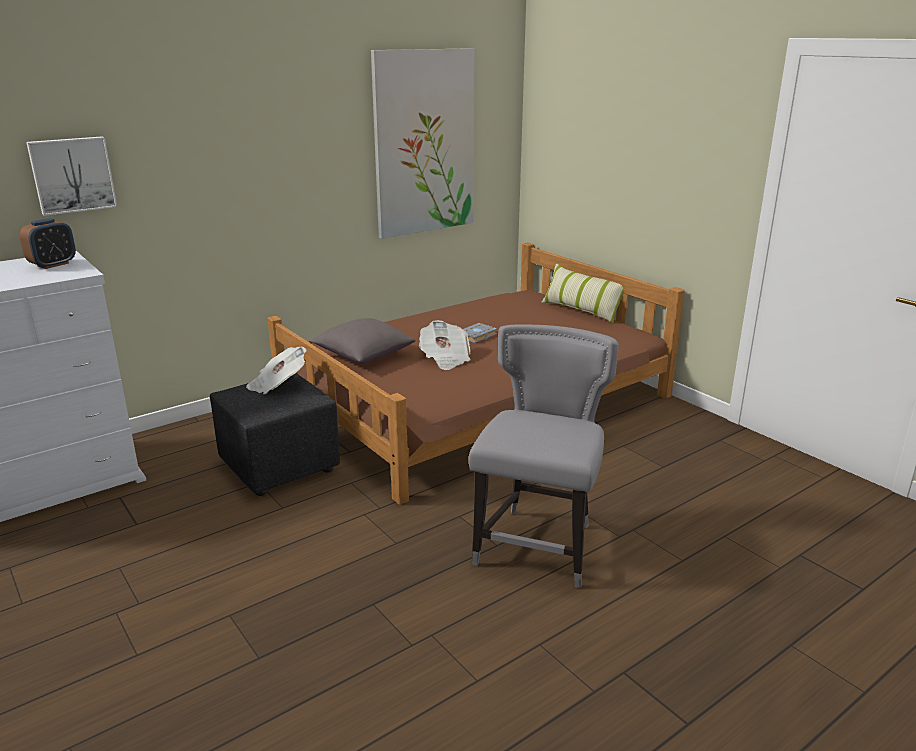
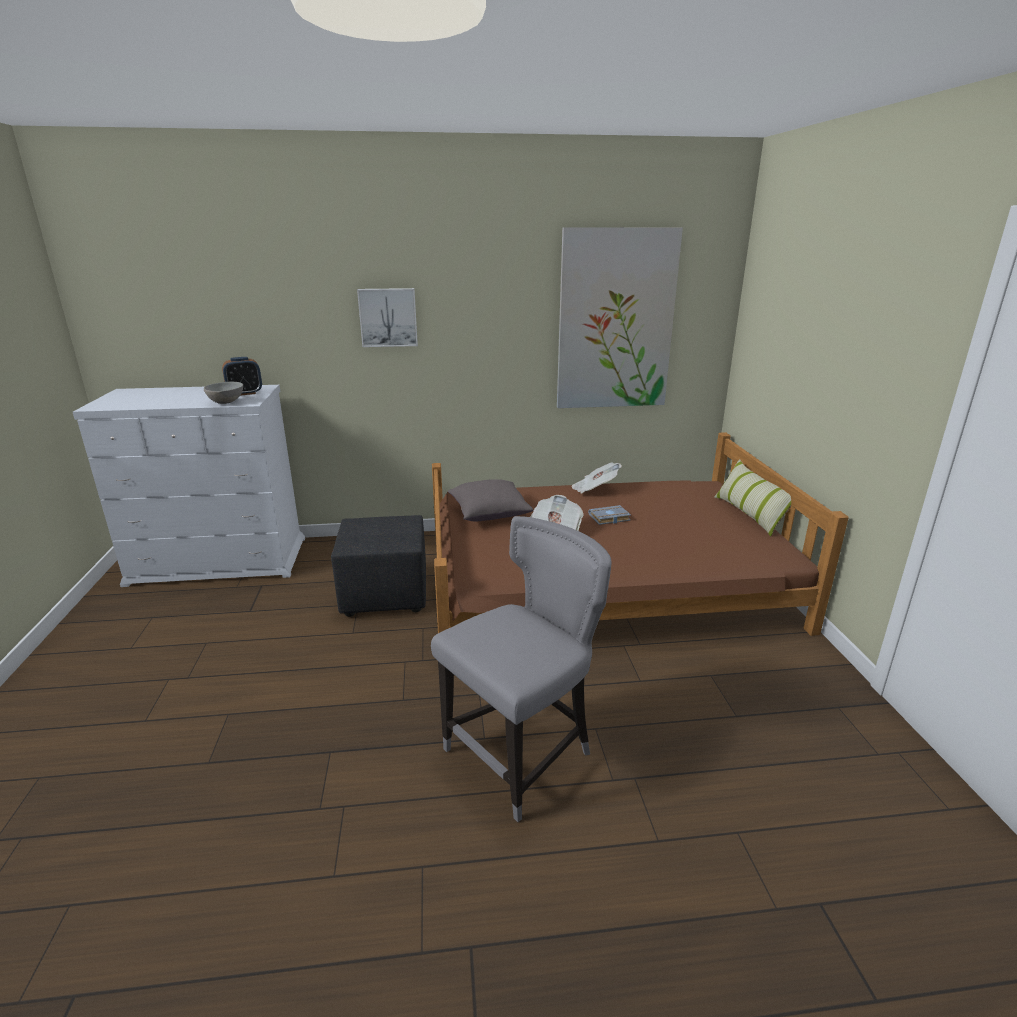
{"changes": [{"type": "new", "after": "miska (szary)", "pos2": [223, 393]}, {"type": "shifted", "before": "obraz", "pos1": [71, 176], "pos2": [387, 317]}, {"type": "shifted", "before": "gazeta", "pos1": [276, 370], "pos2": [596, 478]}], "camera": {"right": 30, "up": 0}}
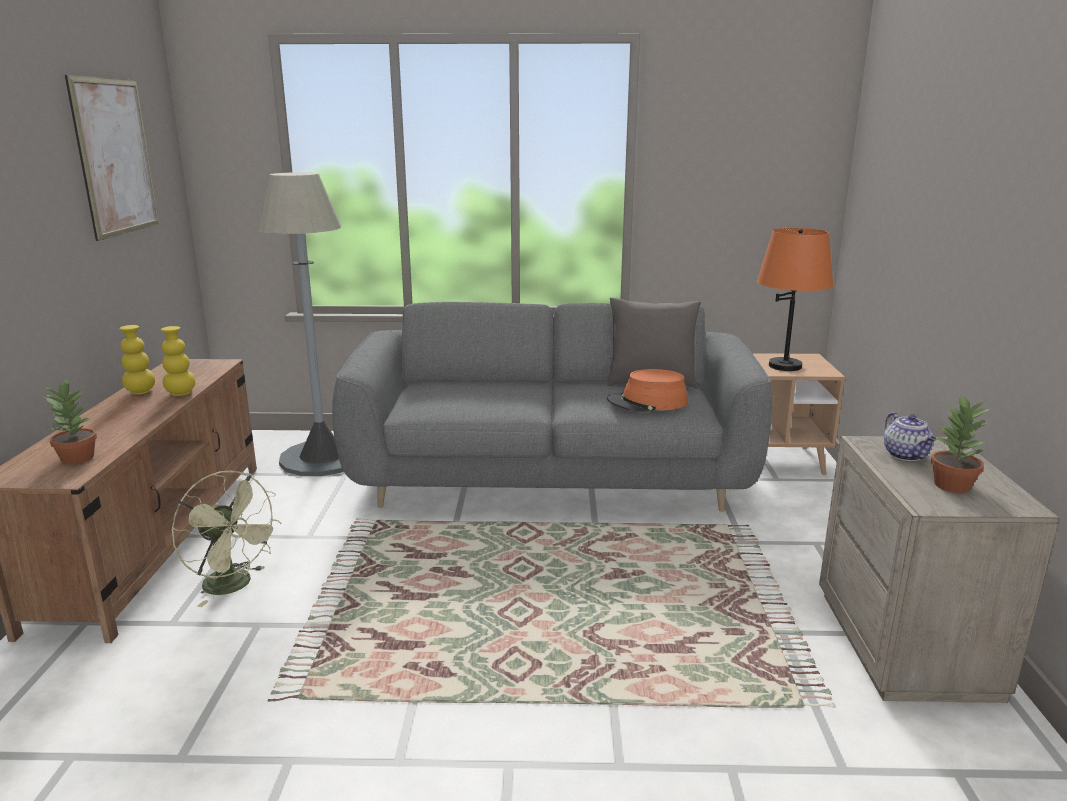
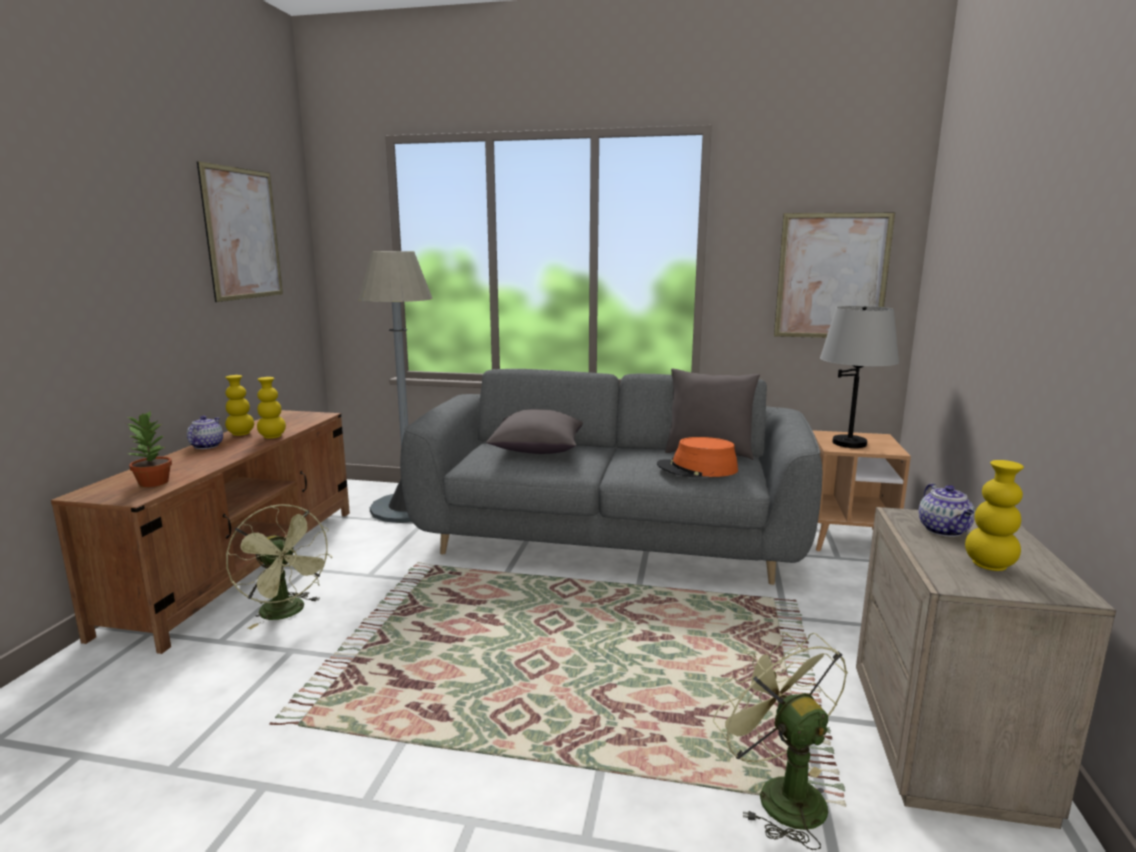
{"changes": [{"type": "new", "after": "imbryk", "pos2": [205, 432]}, {"type": "new", "after": "poduszka (szary)", "pos2": [534, 431]}, {"type": "new", "after": "wentylator (zielony)", "pos2": [780, 741]}, {"type": "new", "after": "obraz", "pos2": [834, 275]}, {"type": "repainted", "before": "lampa stołowa (pomarańczowy)", "after": "lampa stołowa (szary)", "pos1": [795, 299], "pos2": [859, 377]}, {"type": "swapped", "before": "roślina doniczkowa", "after": "wazon (żółty)", "pos1": [961, 443], "pos2": [994, 515]}], "camera": {"right": 10, "up": -5}}
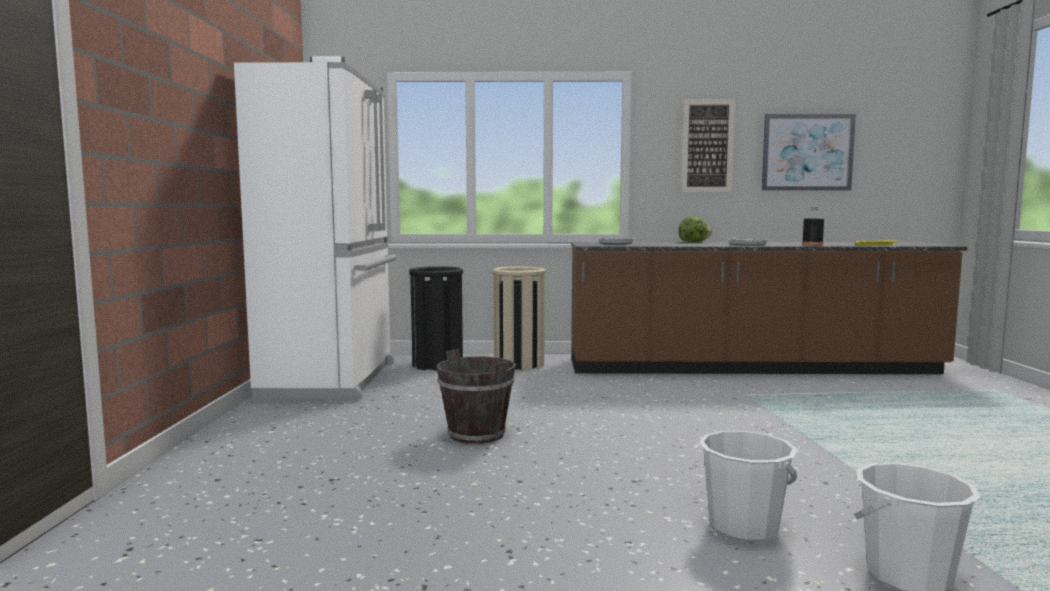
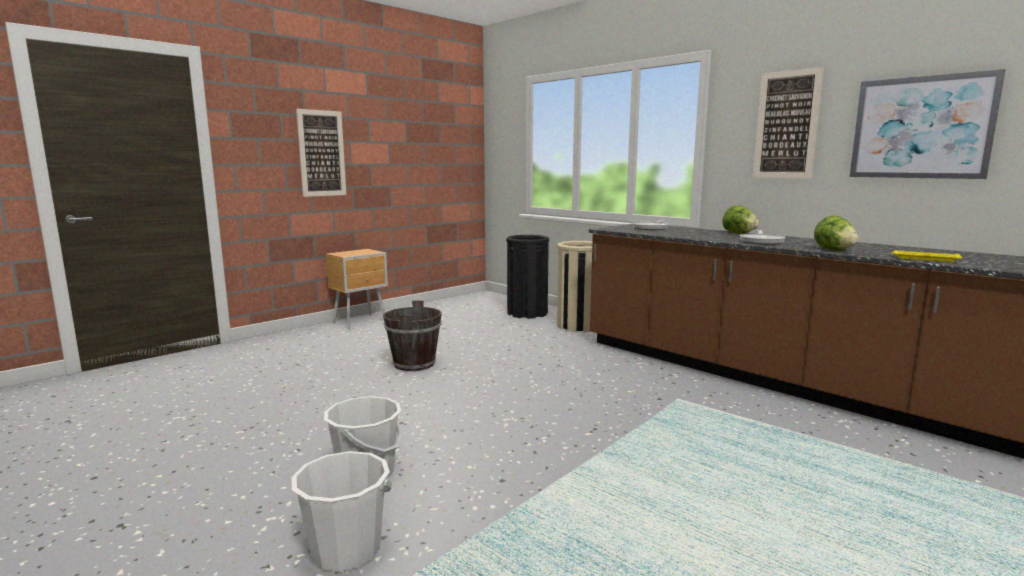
{"changes": [{"type": "new", "after": "obraz", "pos2": [321, 153]}, {"type": "new", "after": "szafka nocna (brązowy)", "pos2": [356, 289]}, {"type": "swapped", "before": "butelka (czarny)", "after": "sałata", "pos1": [813, 226], "pos2": [836, 233]}, {"type": "gone", "before": "lodówka (biały)", "pos1": [315, 228]}], "camera": {"right": 45, "up": 5}}
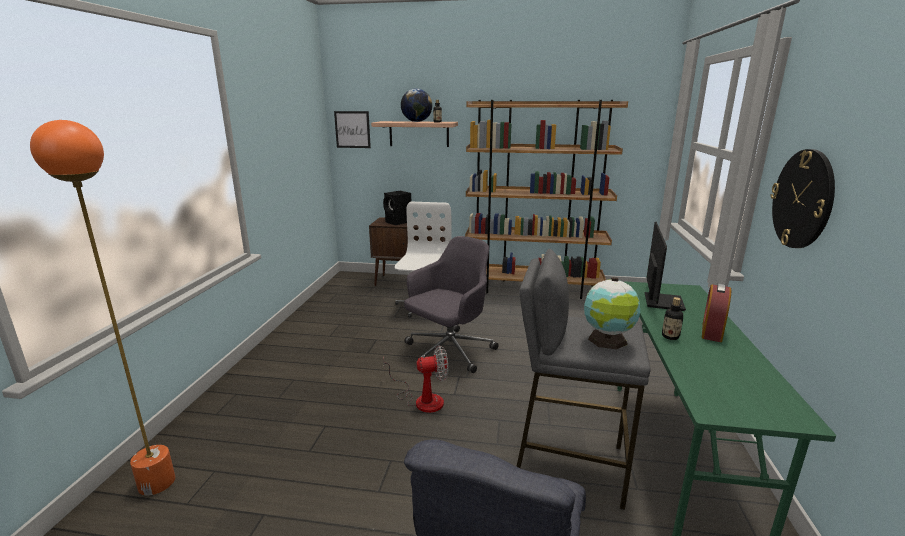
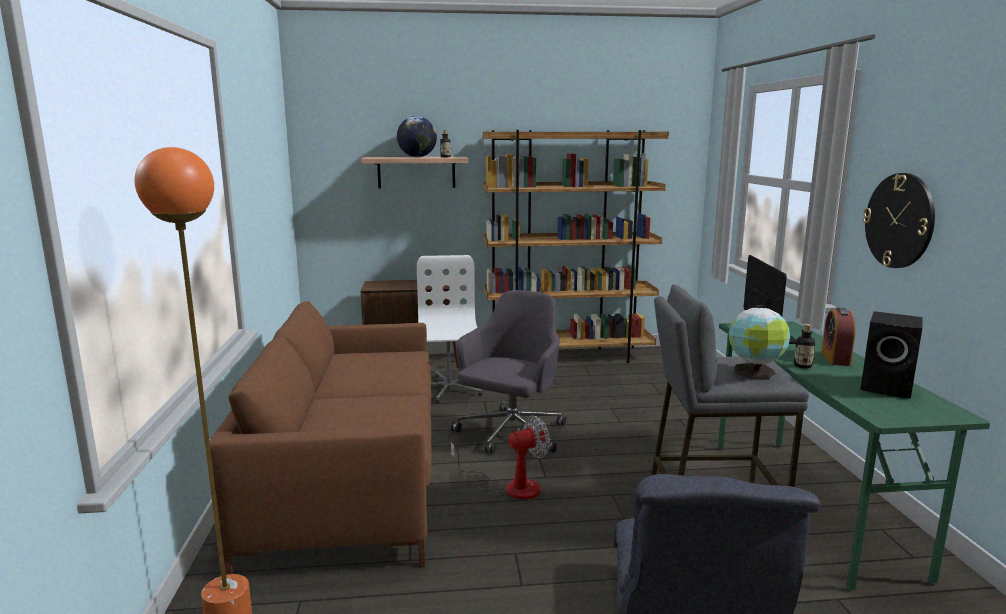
{"changes": [{"type": "new", "after": "kanapa (brązowy)", "pos2": [320, 438]}, {"type": "shifted", "before": "głośnik (czarny)", "pos1": [397, 208], "pos2": [891, 355]}, {"type": "gone", "before": "obraz", "pos1": [352, 129]}], "camera": {"right": -15, "up": -5}}
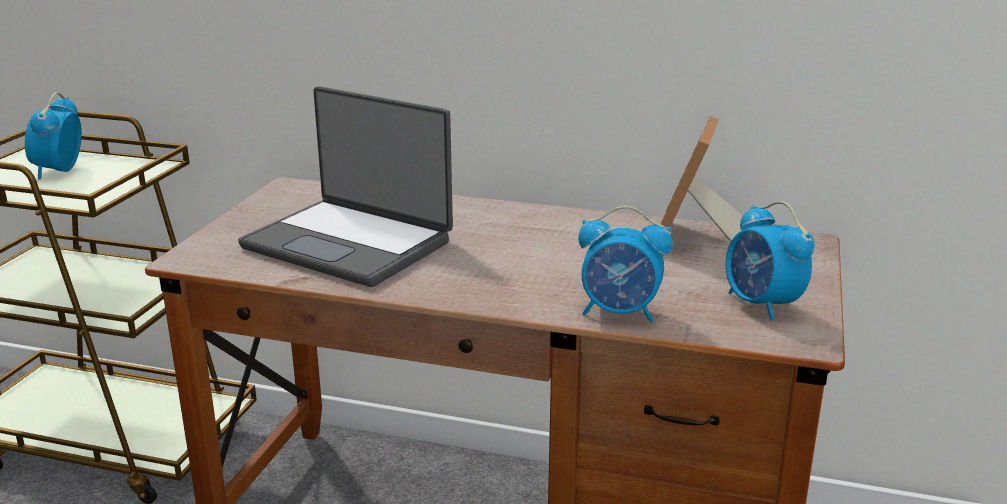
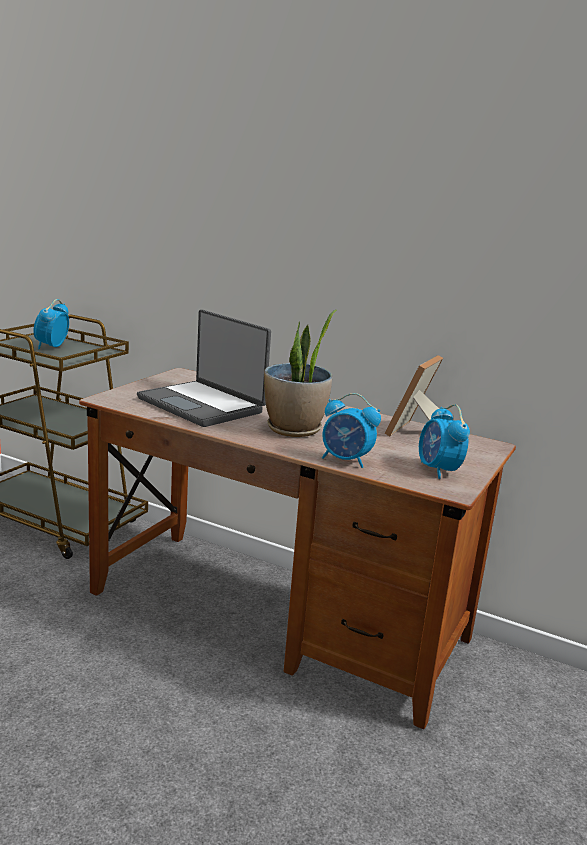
{"changes": [{"type": "new", "after": "roślina doniczkowa", "pos2": [300, 373]}], "camera": {"right": 10, "up": -5}}
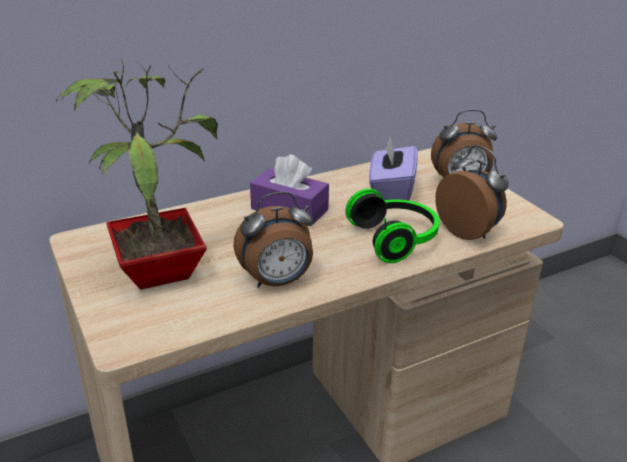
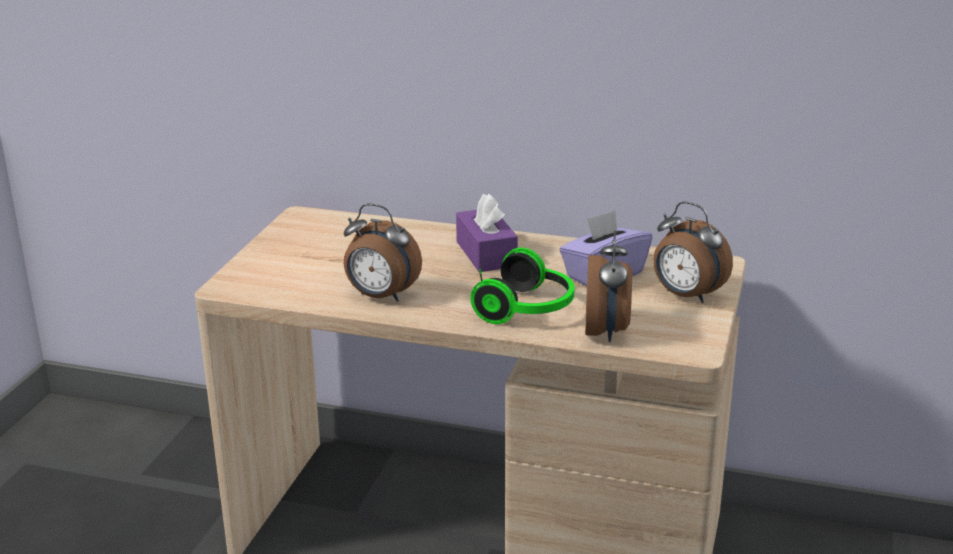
{"changes": [{"type": "gone", "before": "roślina doniczkowa", "pos1": [137, 173]}], "camera": {"right": 45, "up": -5}}
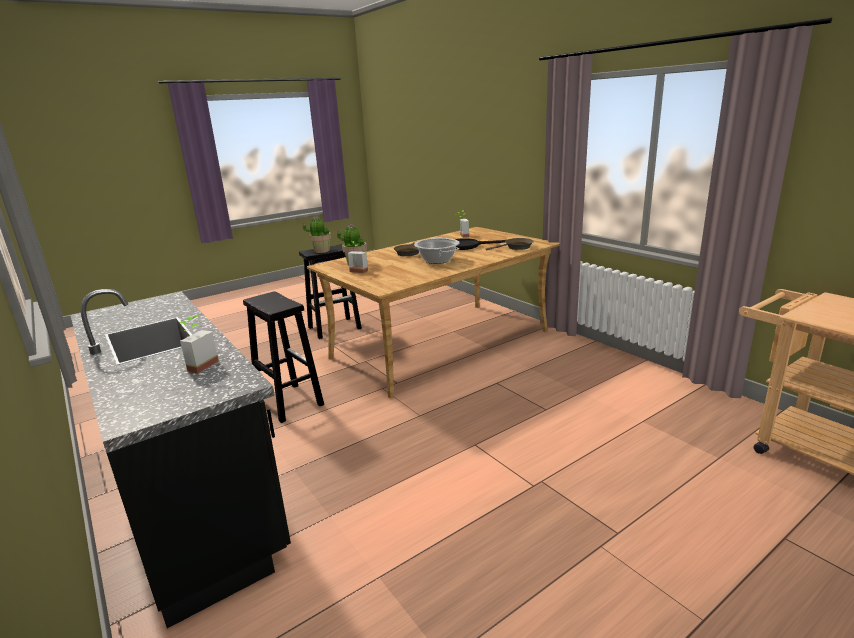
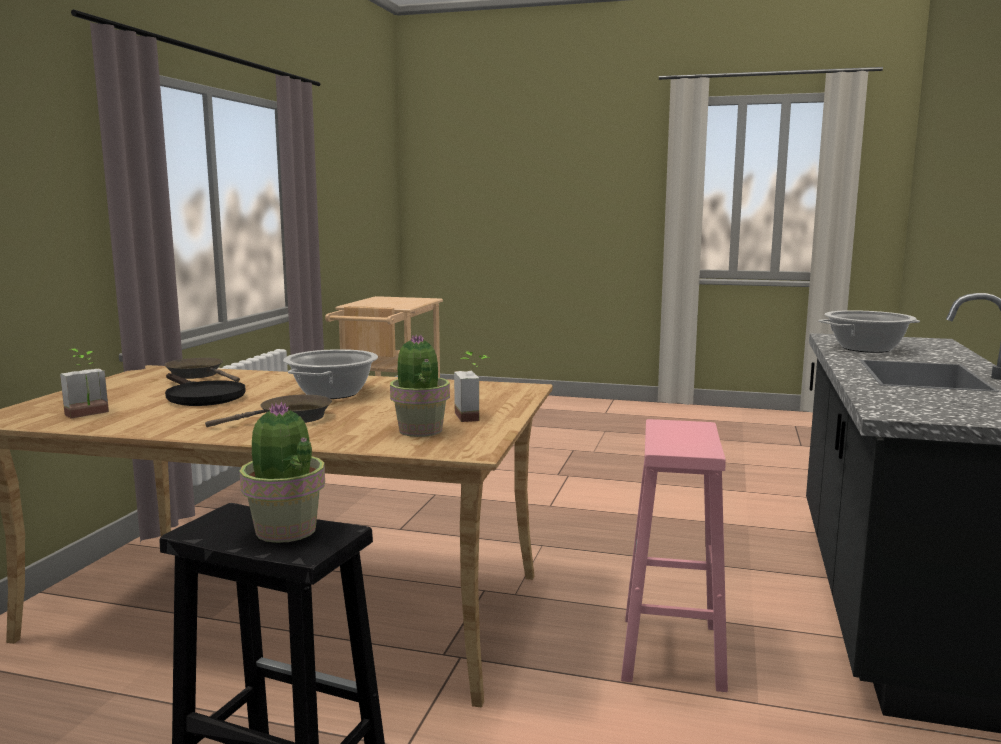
{"changes": [{"type": "repainted", "before": "stołek (czarny)", "after": "stołek (różowy)", "pos1": [283, 357], "pos2": [674, 555]}, {"type": "swapped", "before": "roślina doniczkowa", "after": "garnek", "pos1": [199, 344], "pos2": [869, 331]}], "camera": {"right": -130, "up": -10}}
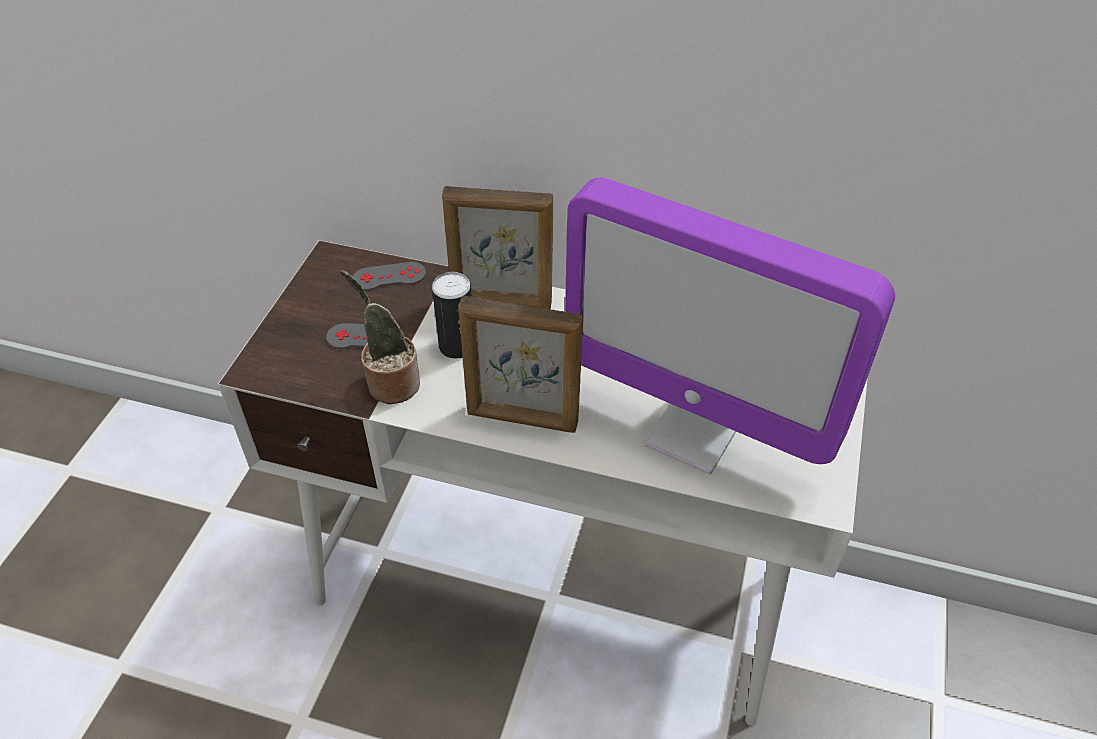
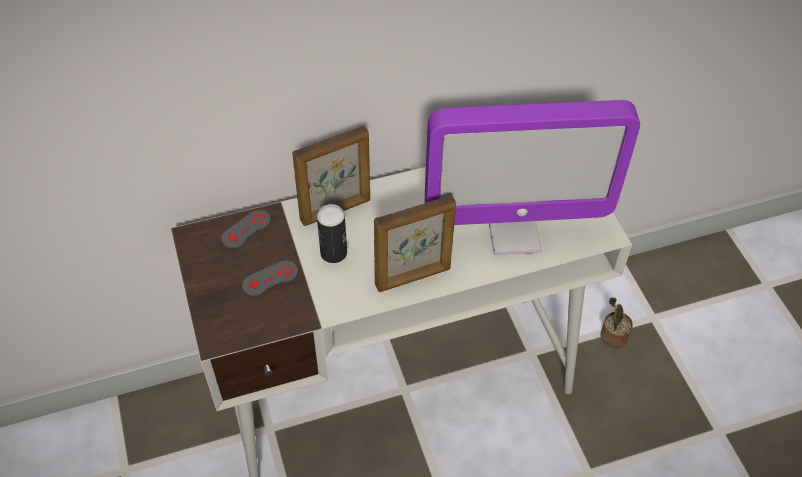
{"changes": [{"type": "shifted", "before": "roślina doniczkowa", "pos1": [380, 337], "pos2": [616, 323]}], "camera": {"right": -35, "up": 5}}
